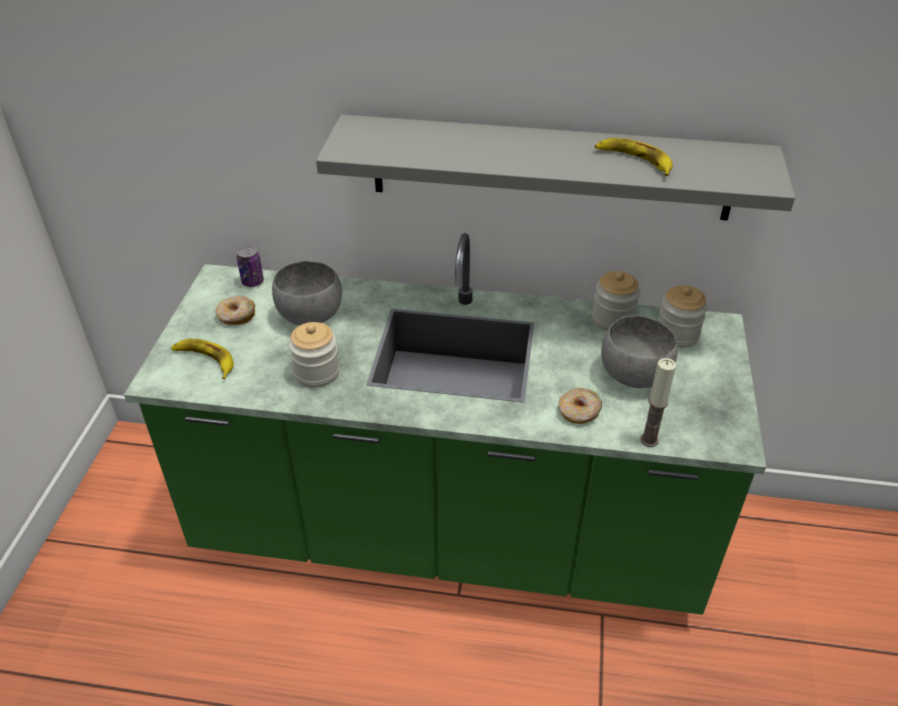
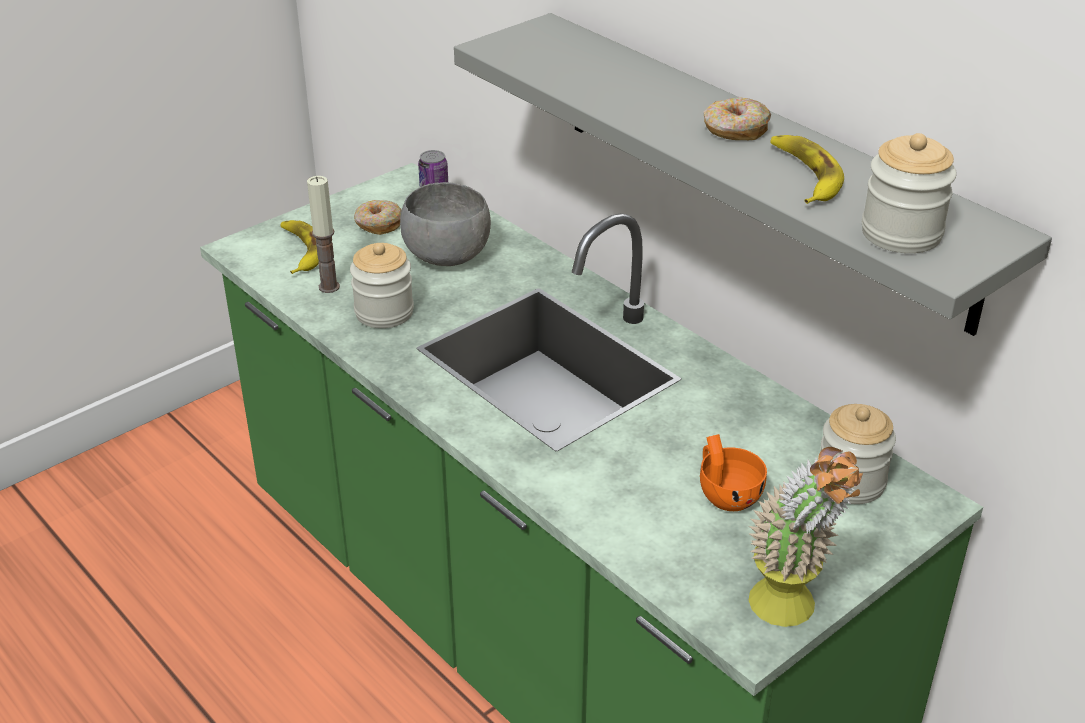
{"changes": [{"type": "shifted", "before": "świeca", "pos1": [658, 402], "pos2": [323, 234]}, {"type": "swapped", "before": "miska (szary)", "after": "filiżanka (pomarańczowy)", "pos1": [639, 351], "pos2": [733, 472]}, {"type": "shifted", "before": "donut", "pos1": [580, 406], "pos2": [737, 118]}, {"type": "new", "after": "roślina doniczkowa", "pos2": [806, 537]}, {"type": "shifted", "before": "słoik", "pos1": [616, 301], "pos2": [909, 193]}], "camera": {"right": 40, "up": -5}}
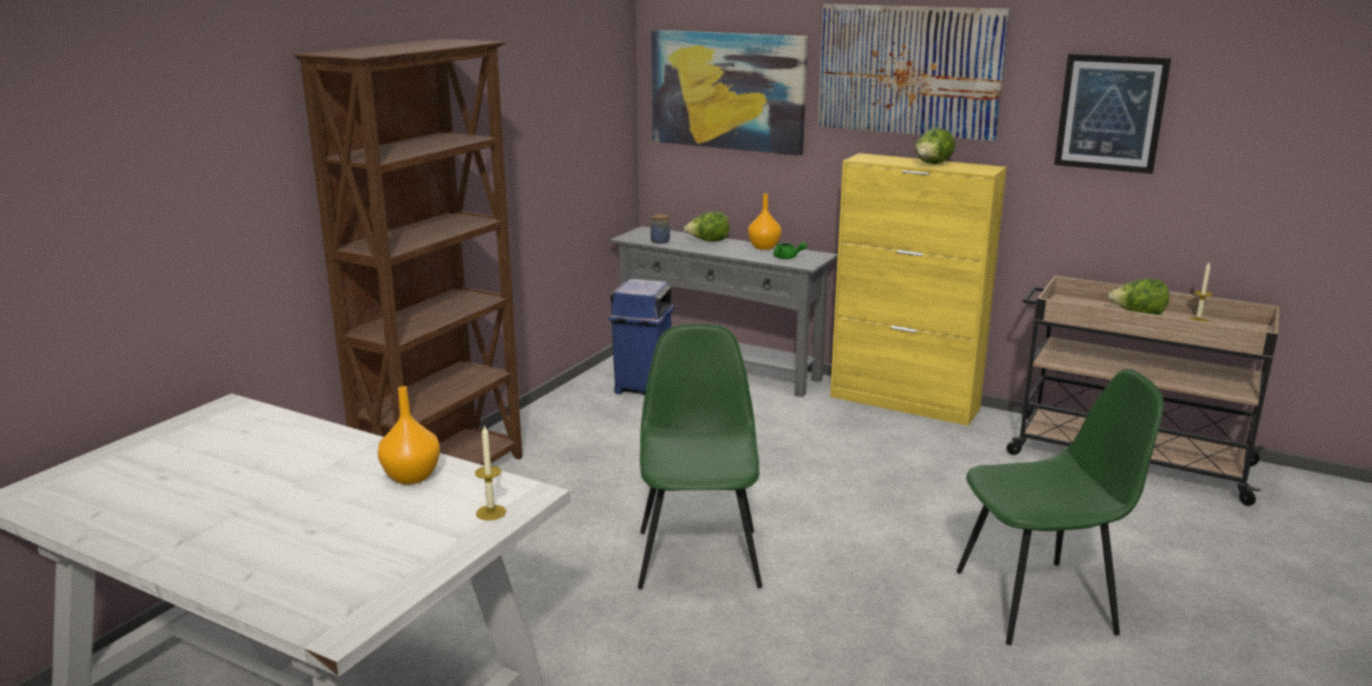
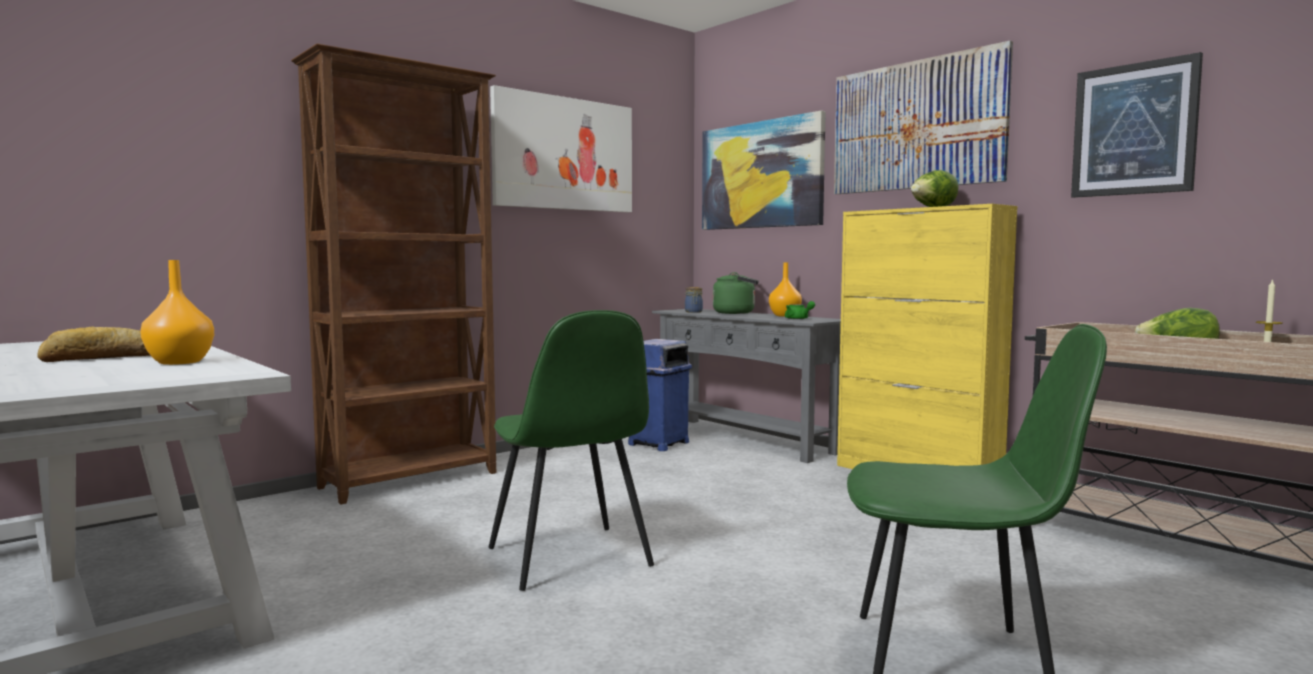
{"changes": [{"type": "new", "after": "chleb", "pos2": [94, 344]}, {"type": "rotated", "before": "krzesło (zielony)", "pos1": [700, 457], "pos2": [571, 450], "turn": 135}, {"type": "new", "after": "obraz", "pos2": [561, 148]}, {"type": "swapped", "before": "sałata", "after": "czajnik (zielony)", "pos1": [706, 226], "pos2": [736, 293]}, {"type": "gone", "before": "świeca", "pos1": [490, 472]}], "camera": {"right": 20, "up": -15}}
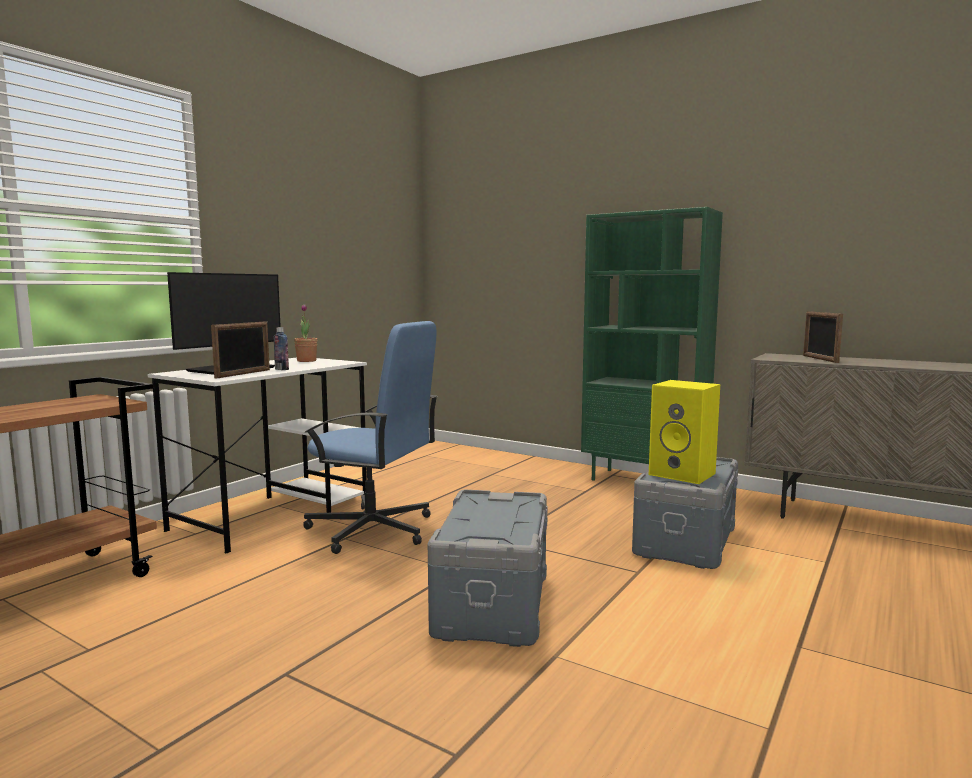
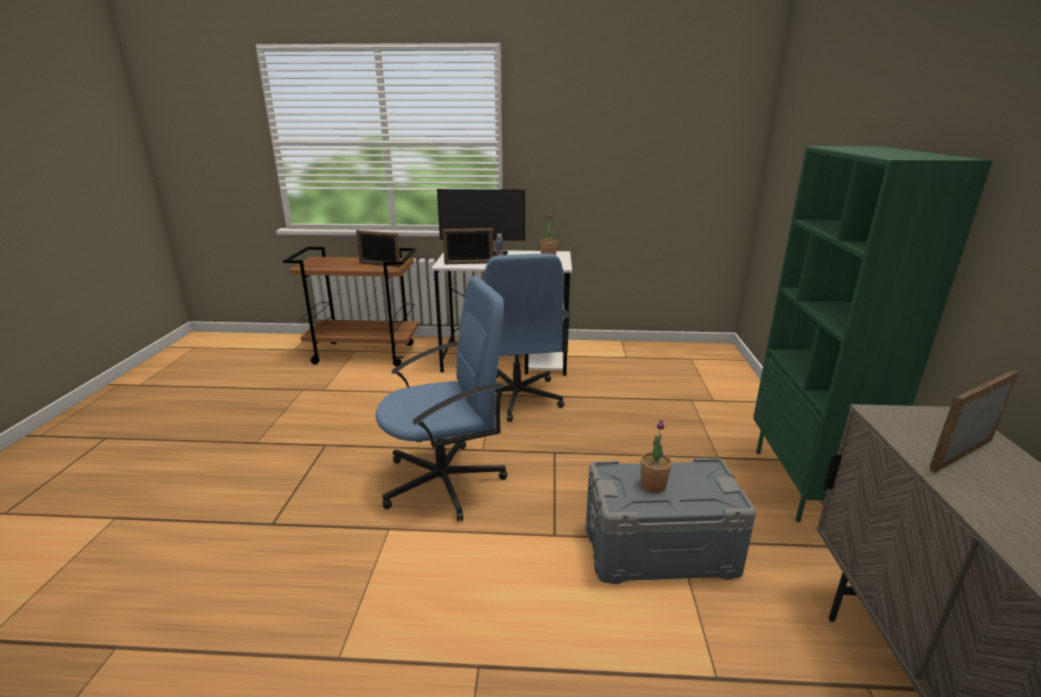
{"changes": [{"type": "new", "after": "ramka na zdjęcie", "pos2": [378, 248]}, {"type": "swapped", "before": "pojemnik do przechowywania (szary)", "after": "krzesło biurowe (niebieski)", "pos1": [488, 568], "pos2": [441, 398]}, {"type": "swapped", "before": "głośnik (żółty)", "after": "roślina doniczkowa", "pos1": [684, 432], "pos2": [656, 456]}], "camera": {"right": 60, "up": 15}}
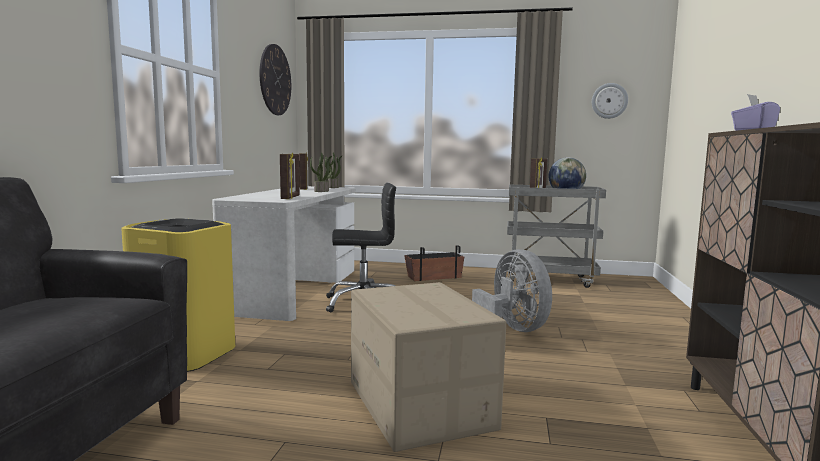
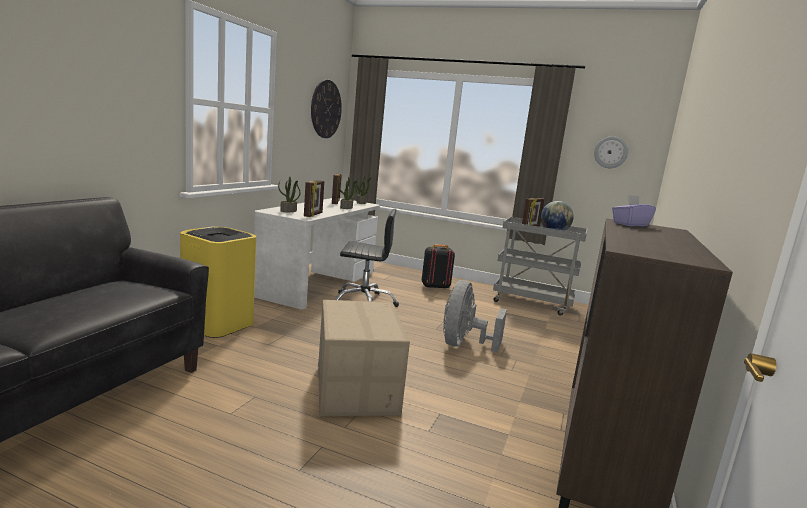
{"changes": [{"type": "new", "after": "roślina doniczkowa", "pos2": [289, 194]}, {"type": "swapped", "before": "donica", "after": "plecak (czarny)", "pos1": [434, 263], "pos2": [438, 266]}, {"type": "rotated", "before": "wentylator (szary)", "pos1": [512, 290], "pos2": [475, 316], "turn": -150}], "camera": {"right": 10, "up": 5}}
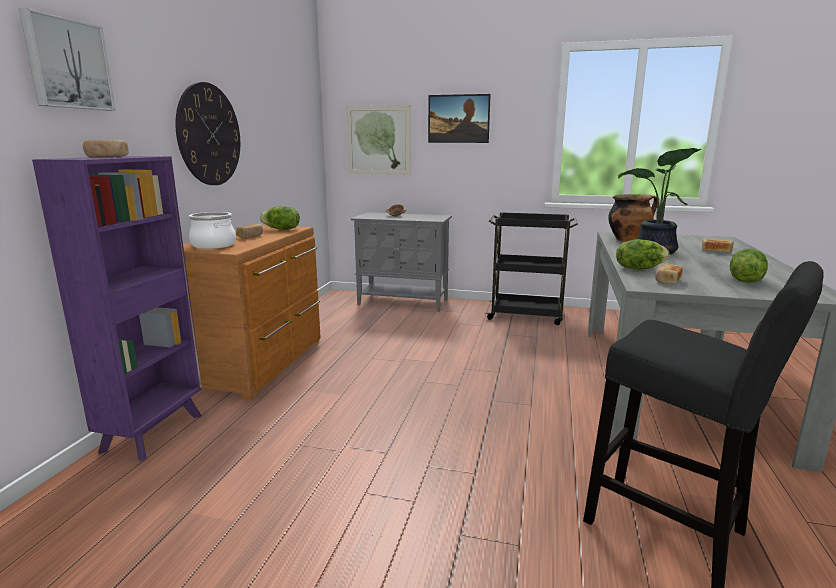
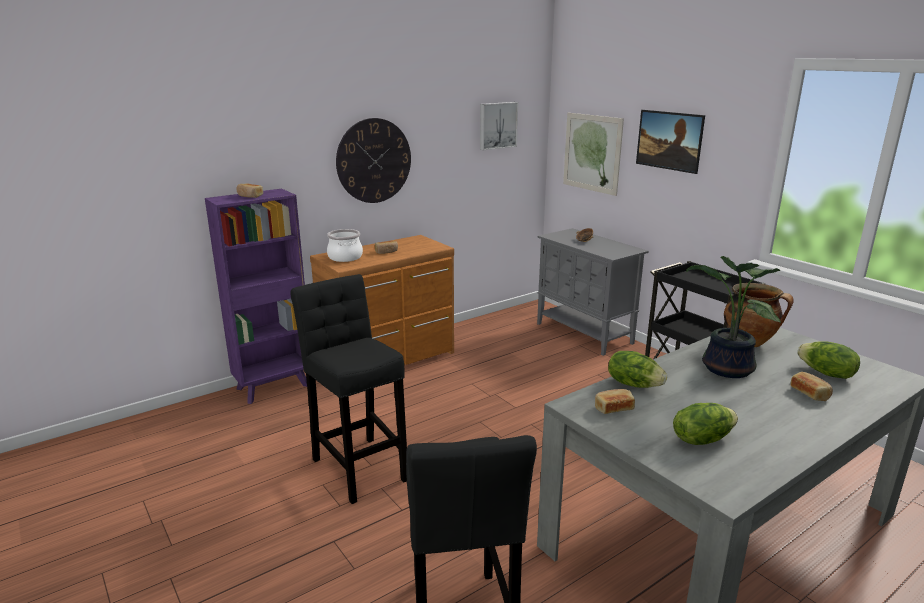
{"changes": [{"type": "new", "after": "stołek (czarny)", "pos2": [348, 389]}, {"type": "shifted", "before": "obraz", "pos1": [67, 59], "pos2": [499, 126]}, {"type": "shifted", "before": "sałata", "pos1": [280, 218], "pos2": [828, 360]}], "camera": {"right": 40, "up": 5}}
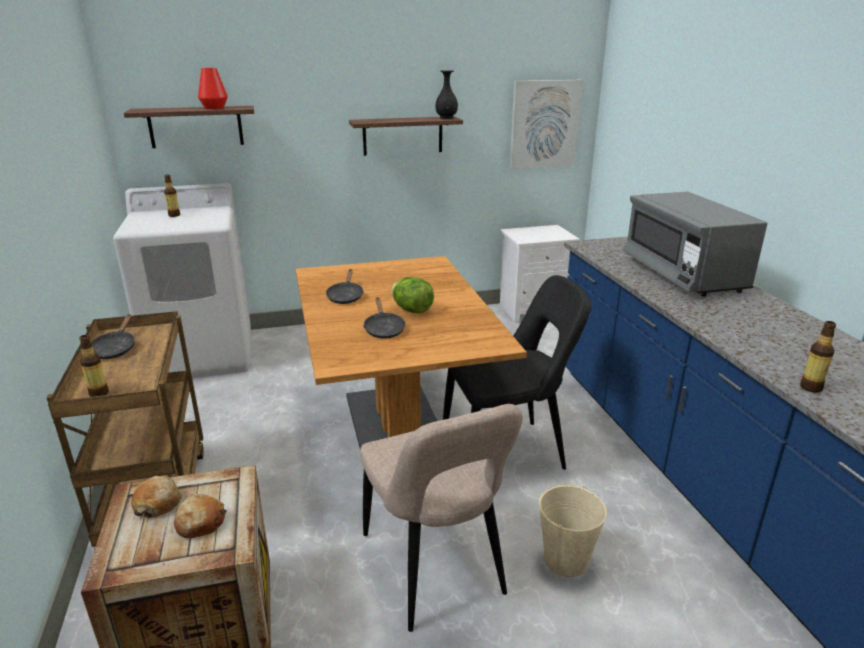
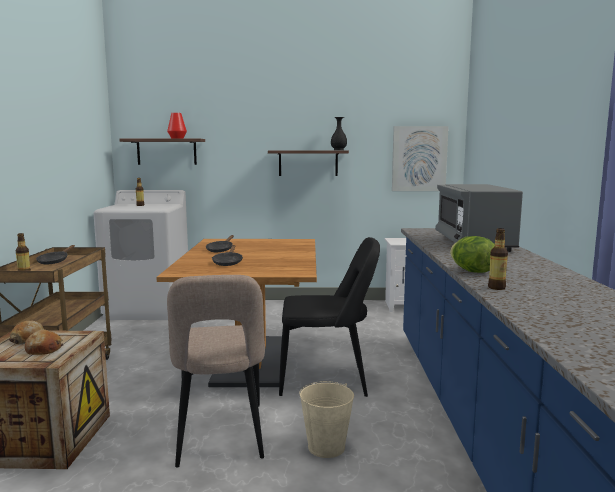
{"changes": [{"type": "shifted", "before": "sałata", "pos1": [412, 295], "pos2": [472, 254]}], "camera": {"right": 15, "up": -15}}
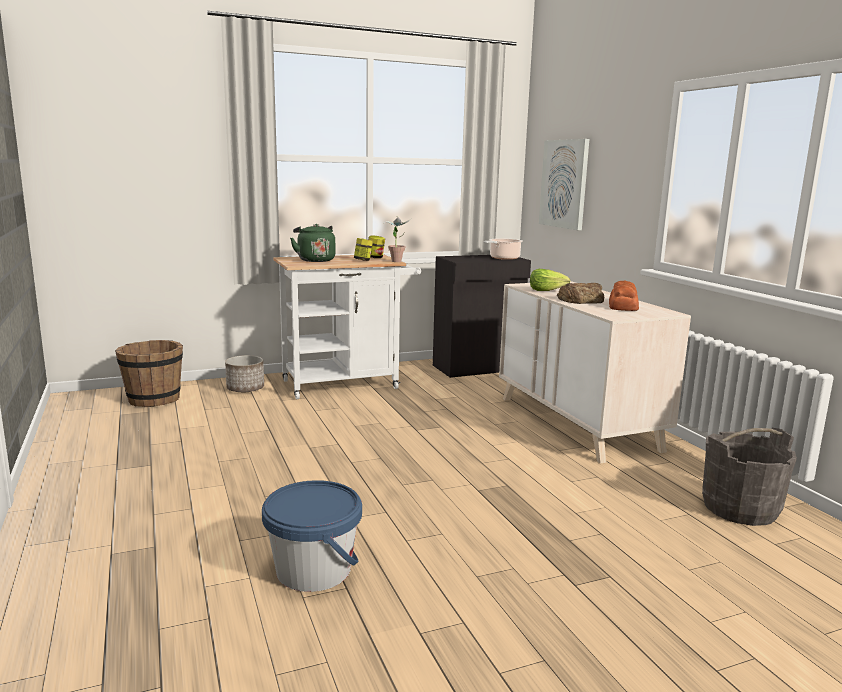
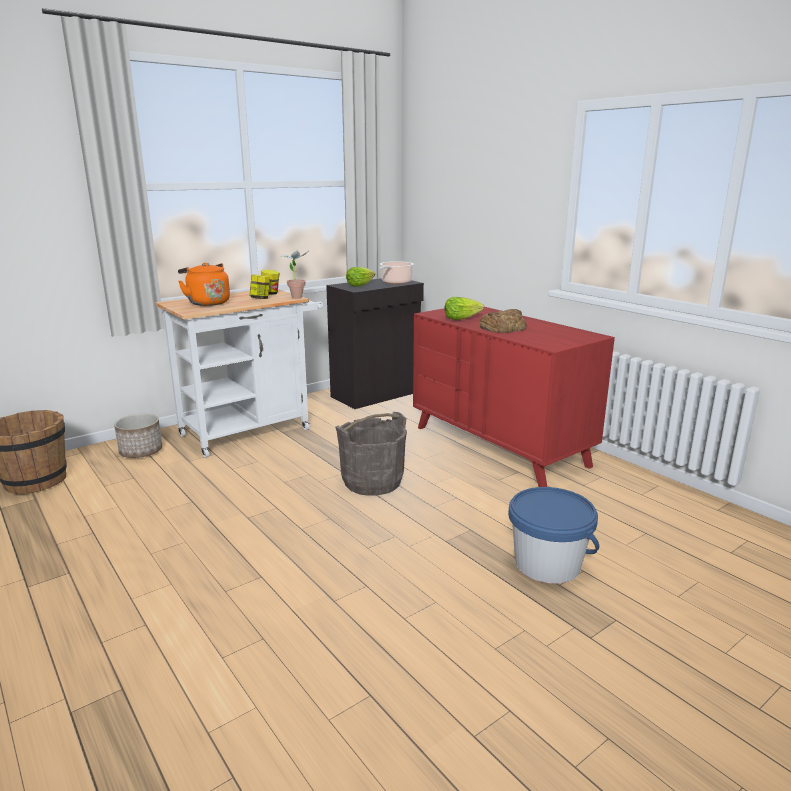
{"changes": [{"type": "repainted", "before": "czajnik (zielony)", "after": "czajnik (pomarańczowy)", "pos1": [312, 243], "pos2": [204, 284]}, {"type": "shifted", "before": "wiadro (szary)", "pos1": [749, 477], "pos2": [371, 454]}, {"type": "new", "after": "sałata", "pos2": [360, 277]}, {"type": "repainted", "before": "komoda (beżowy)", "after": "komoda (czerwony)", "pos1": [595, 372], "pos2": [514, 397]}, {"type": "shifted", "before": "wiadro (niebieski)", "pos1": [312, 536], "pos2": [553, 535]}, {"type": "gone", "before": "obraz", "pos1": [564, 184]}, {"type": "gone", "before": "chleb", "pos1": [624, 296]}], "camera": {"right": -15, "up": 5}}
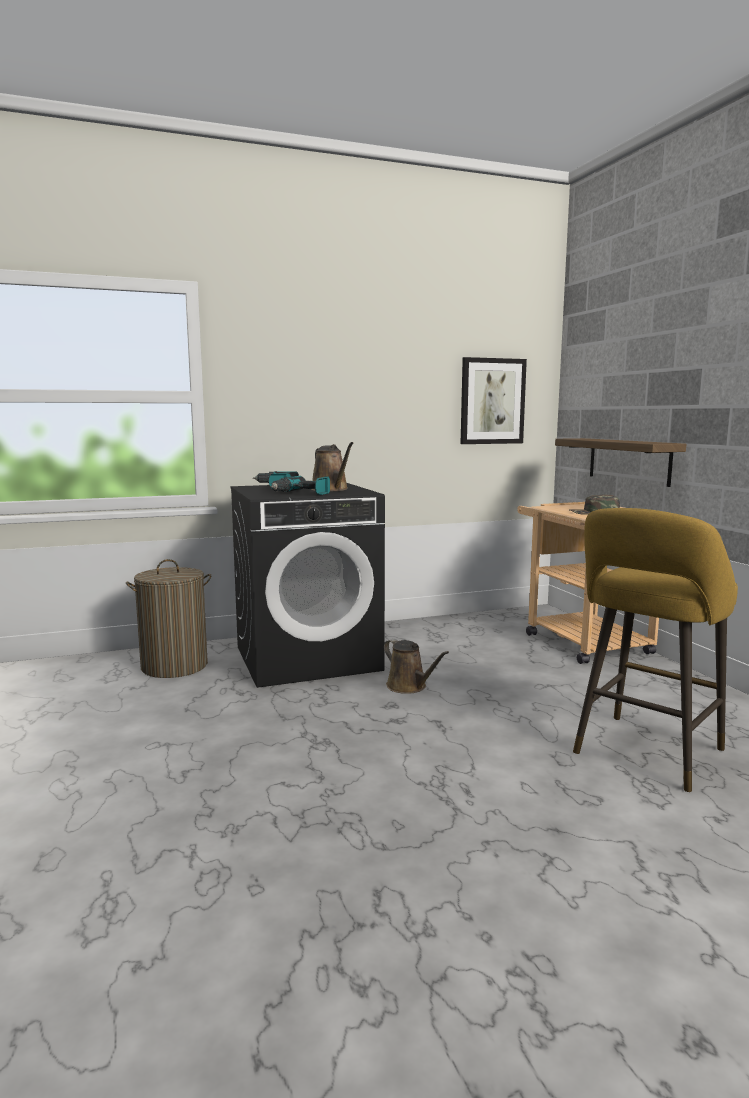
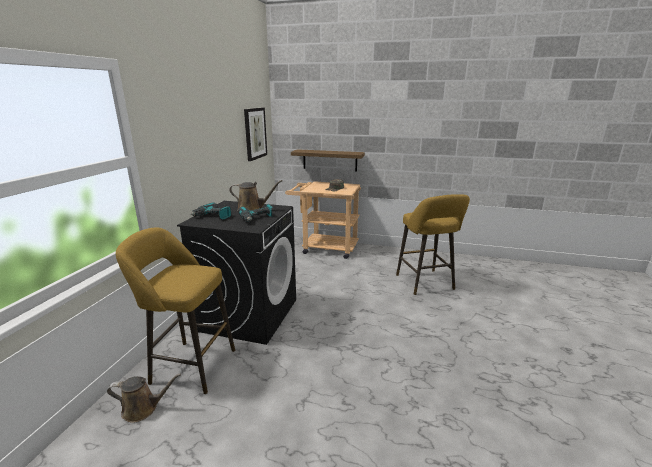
{"changes": [{"type": "shifted", "before": "konewka (brązowy)", "pos1": [416, 666], "pos2": [144, 398]}, {"type": "swapped", "before": "kosz na pranie", "after": "stołek (żółty)", "pos1": [168, 618], "pos2": [175, 310]}], "camera": {"right": -55, "up": 10}}
